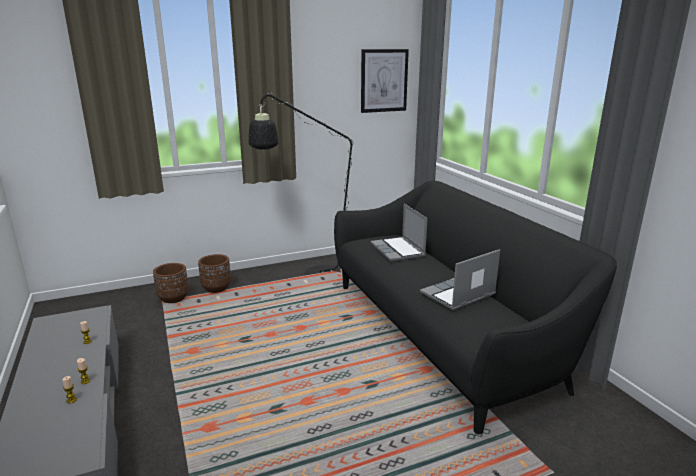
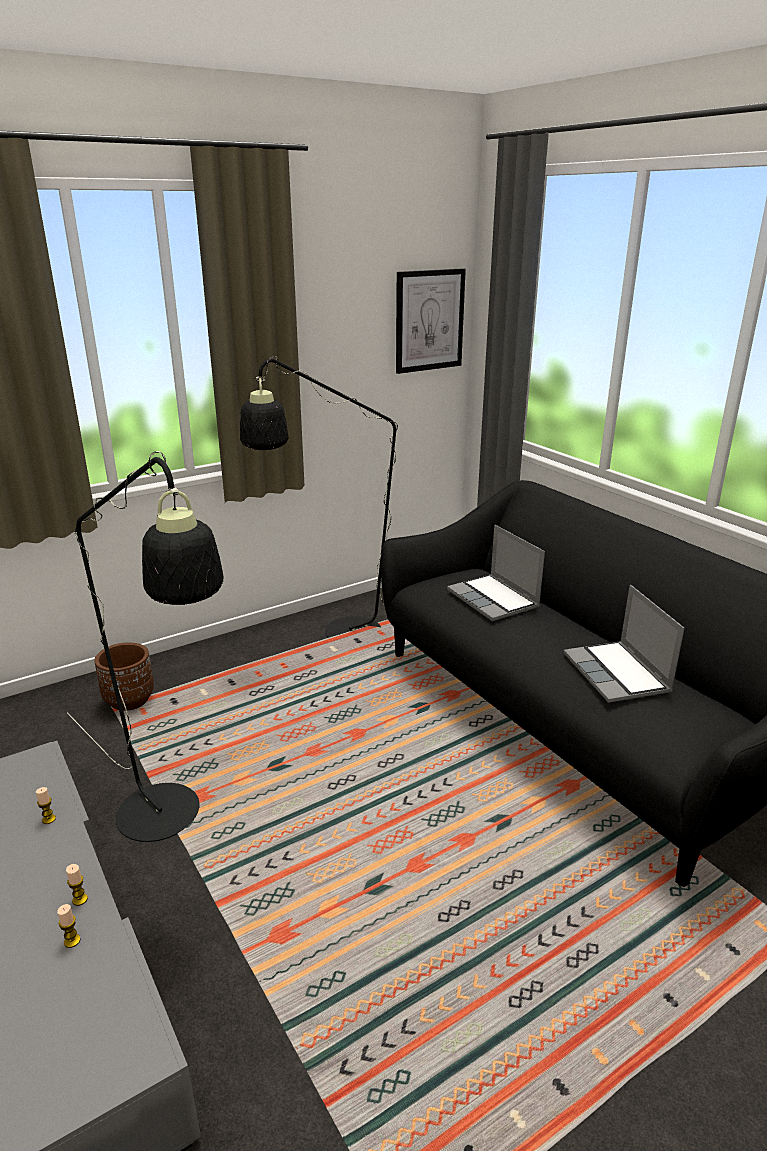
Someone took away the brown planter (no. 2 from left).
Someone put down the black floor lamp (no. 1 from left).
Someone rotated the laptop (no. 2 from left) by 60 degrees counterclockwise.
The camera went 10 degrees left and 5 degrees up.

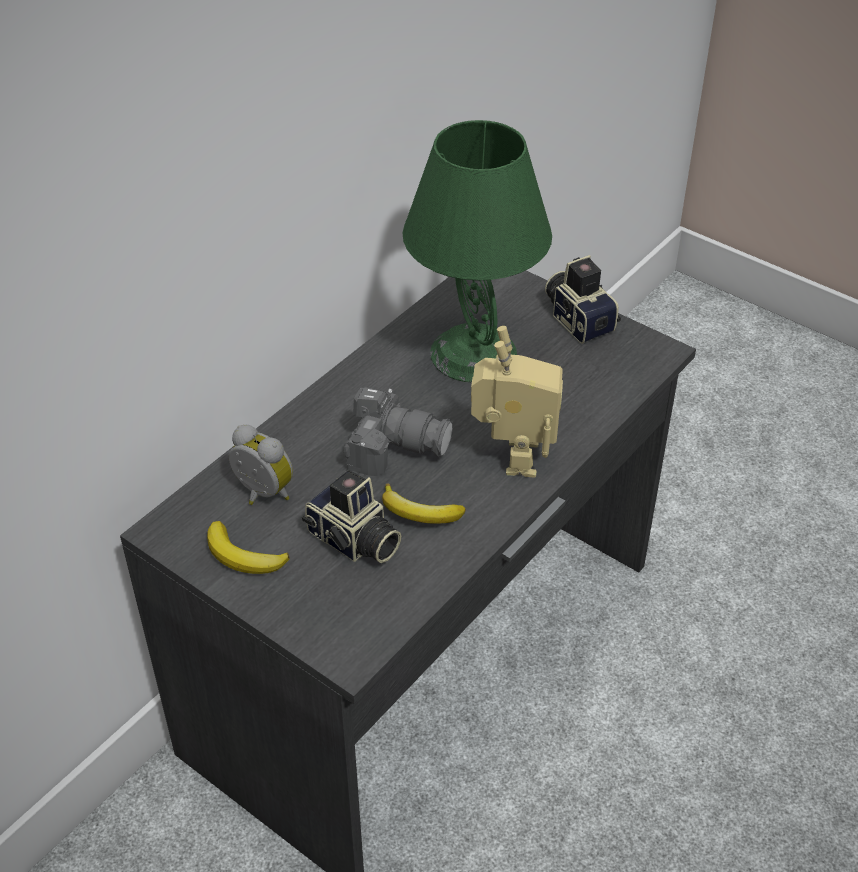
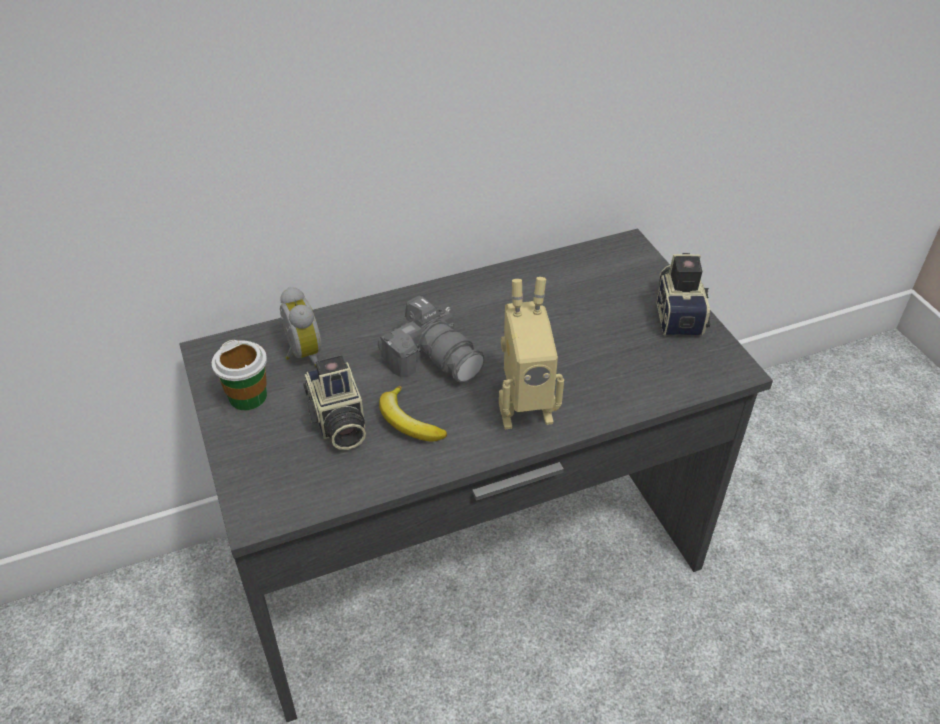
Someone took away the green table lamp.
Someone swapped the banana (no. 1 from left) for the cup.
Someone rotated the toy robot by 45 degrees clockwise.
The camera went 30 degrees right and 0 degrees up.

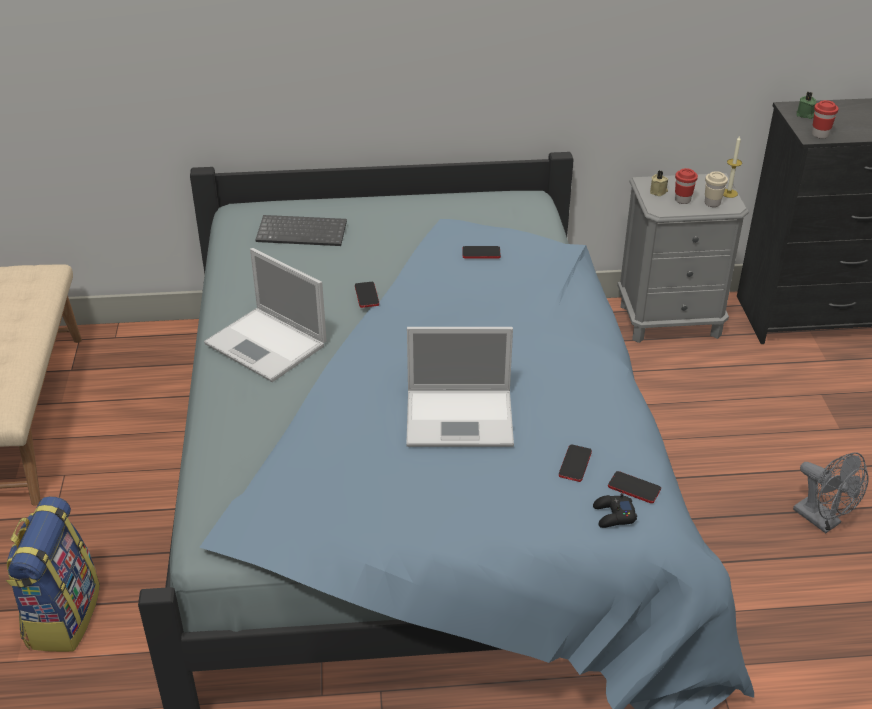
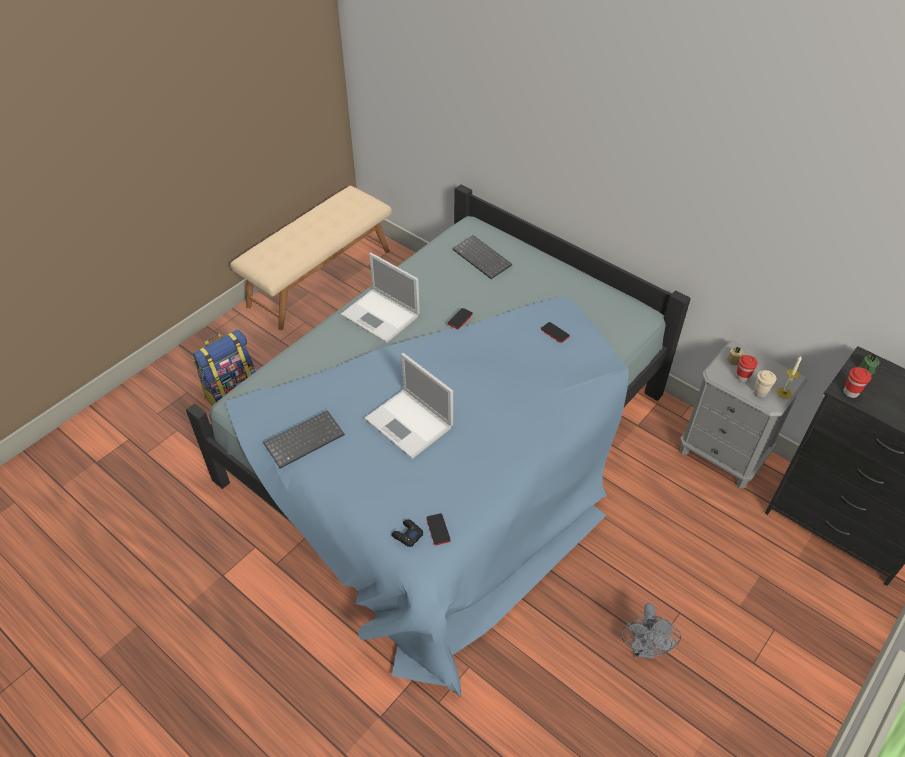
Someone took away the phone (no. 3 from left).
Someone put down the keyboard (no. 1 from left).
Someone rotated the laptop (no. 1 from left) by 45 degrees counterclockwise.
The camera went 45 degrees right and 10 degrees up.

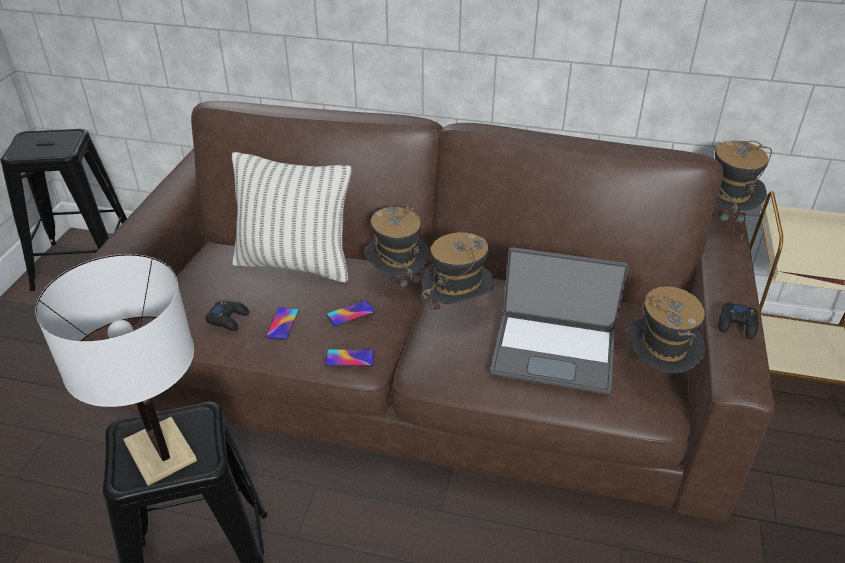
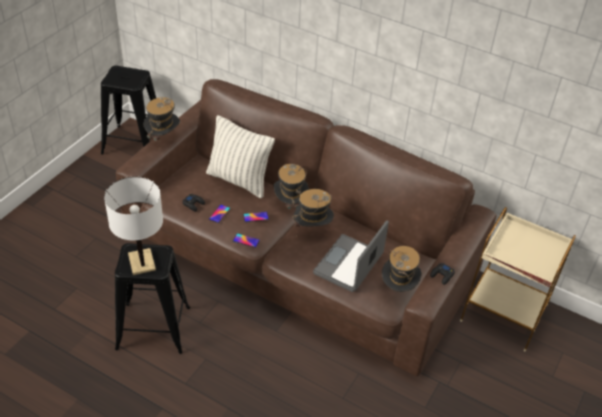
Someone carried the hat (no. 4 from left in the first image).
Someone rotated the laptop by 90 degrees clockwise.
The camera went 15 degrees right and 5 degrees up.

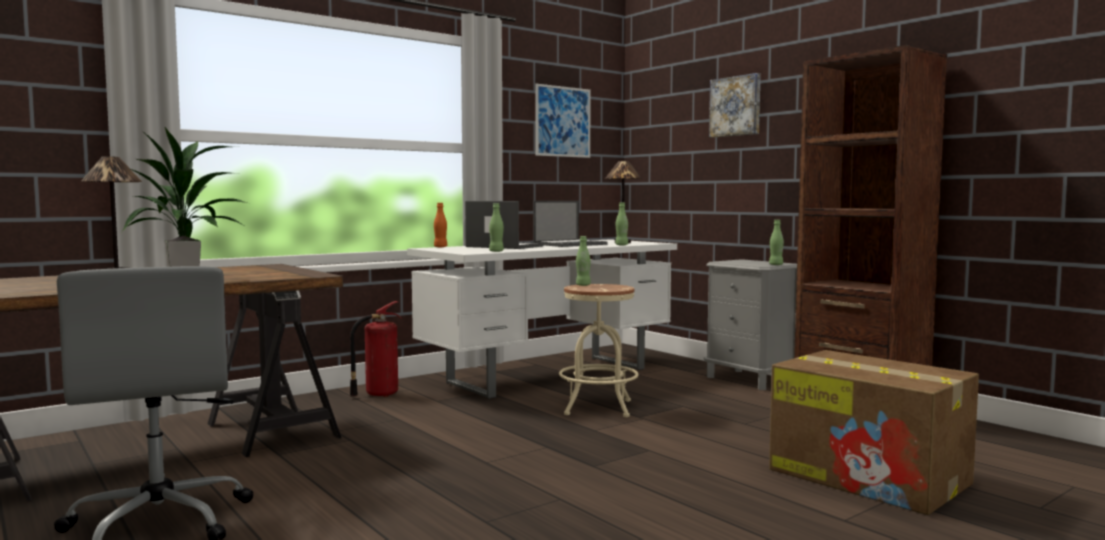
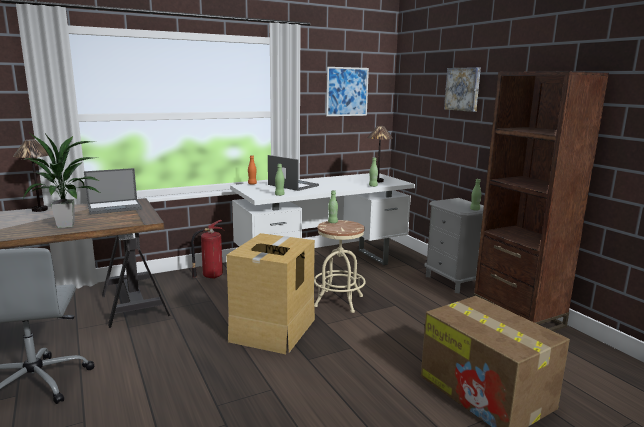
Someone put down the cardboard box (no. 1 from left).
Someone carried the laptop (no. 2 from left in the first image).
The camera went 10 degrees right and 10 degrees up.

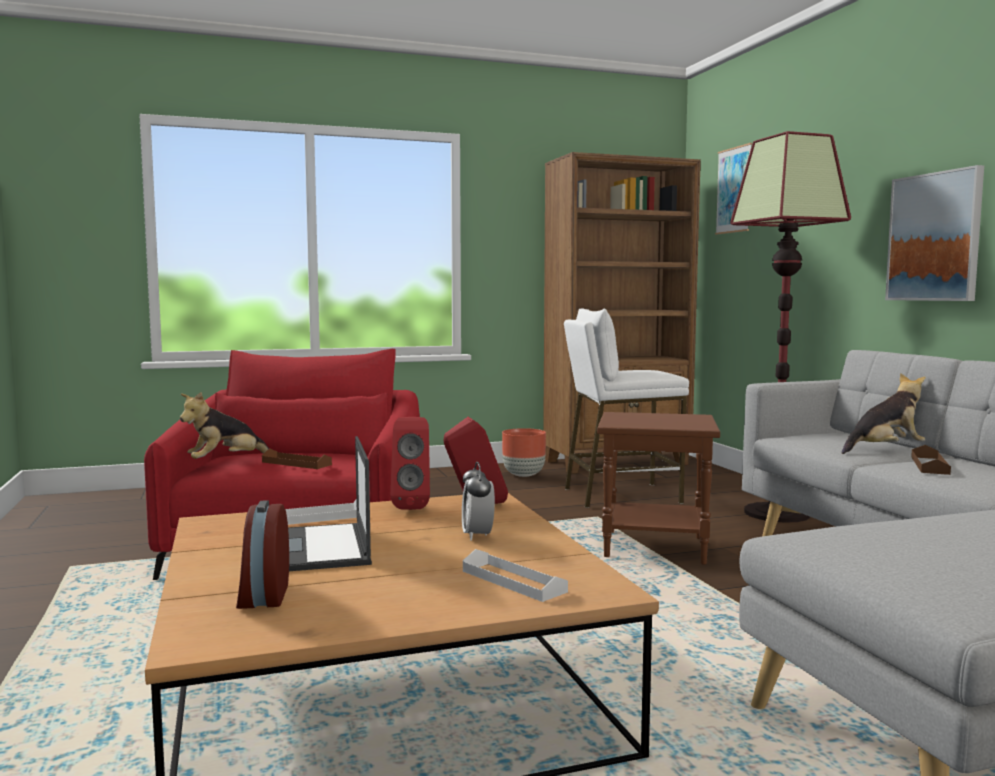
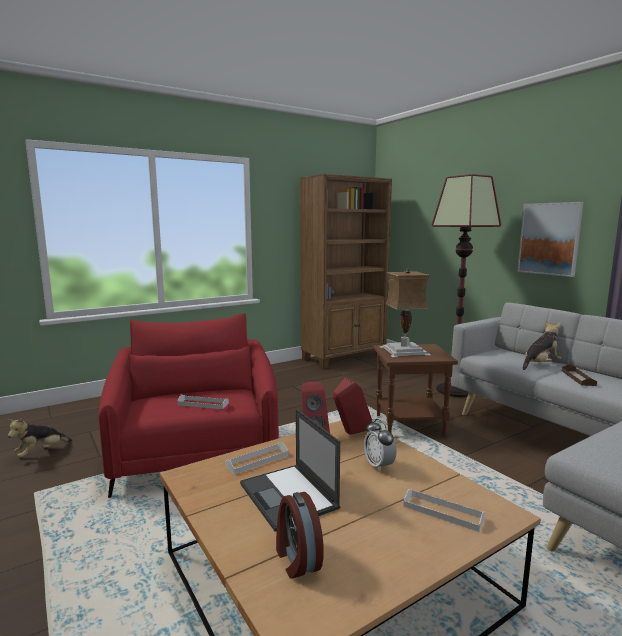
Someone took away the brown planter.
Someone took away the white stool.
Someone took away the picture (no. 1 from left).
Someone put down the table lamp.
Someone carried the plush toy (no. 1 from left).
Someone repainted the brown tray (no. 1 from left), which became the white tray (no. 1 from left).
The camera went 15 degrees left and 5 degrees up.

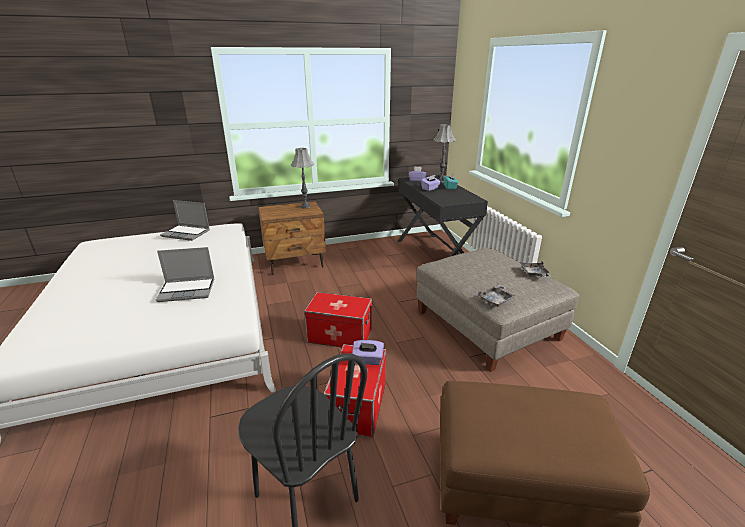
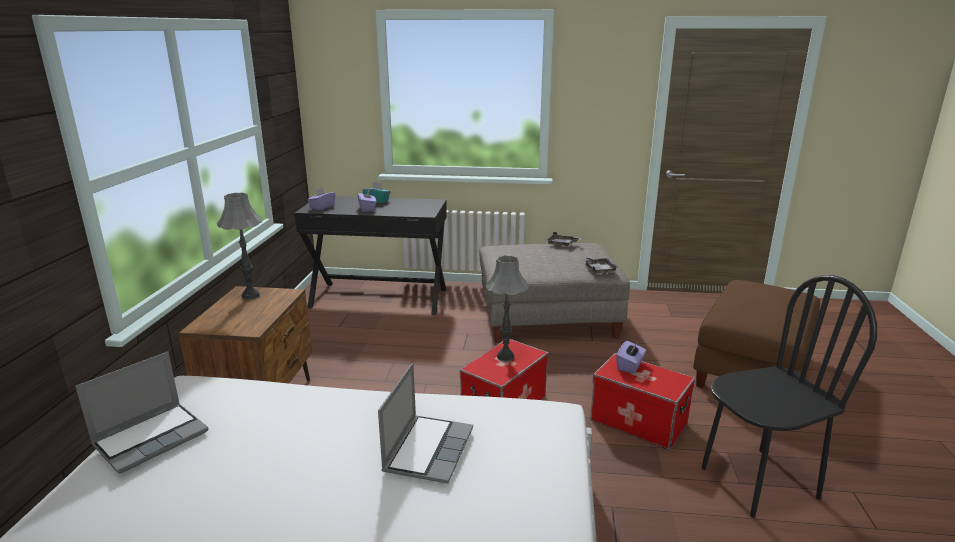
Someone carried the grey table lamp (no. 2 from left).
The camera went 65 degrees left and 5 degrees down.

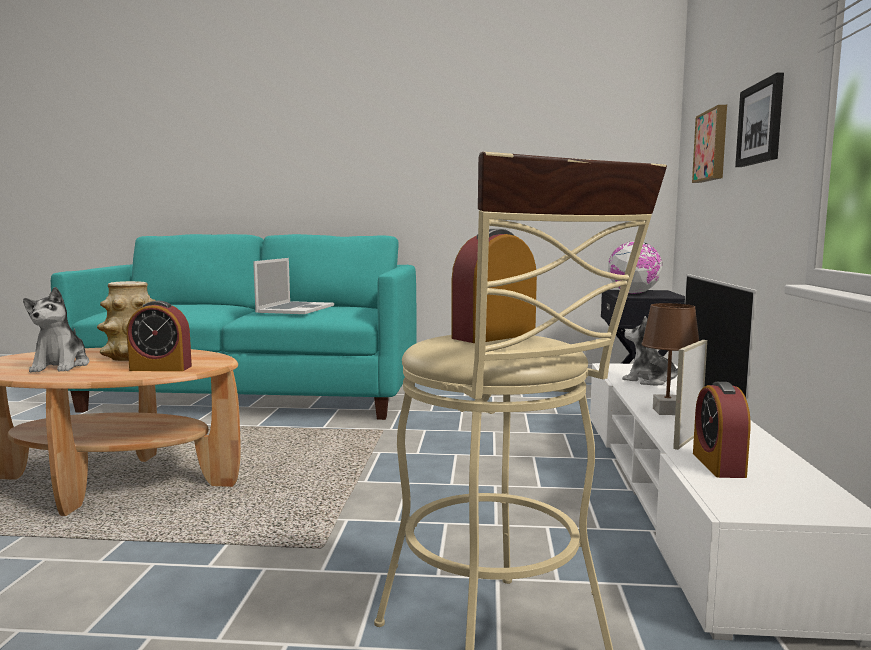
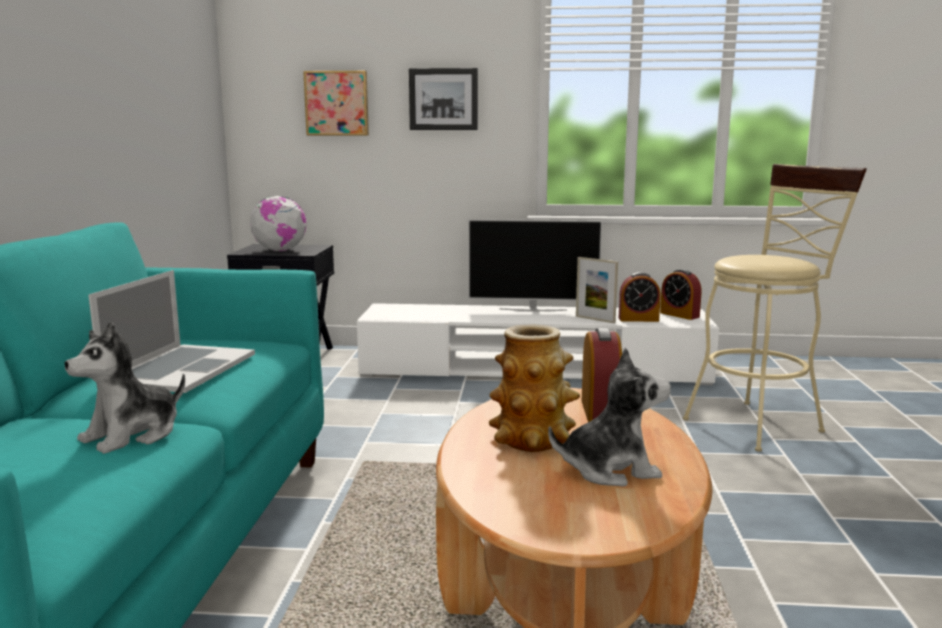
Someone took away the brown table lamp.
Someone carried the alarm clock (no. 2 from left in the first image).
Someone carried the plush toy (no. 2 from left in the first image).
Someone rotated the laptop by 90 degrees clockwise.
The camera went 90 degrees left and 5 degrees up.

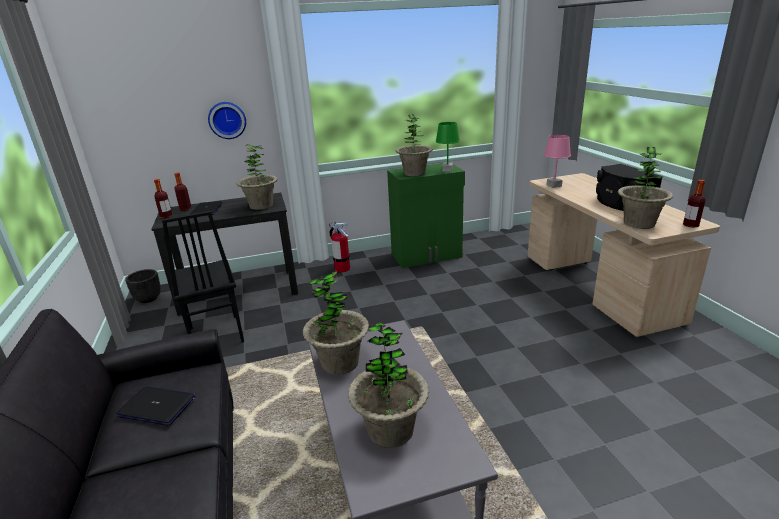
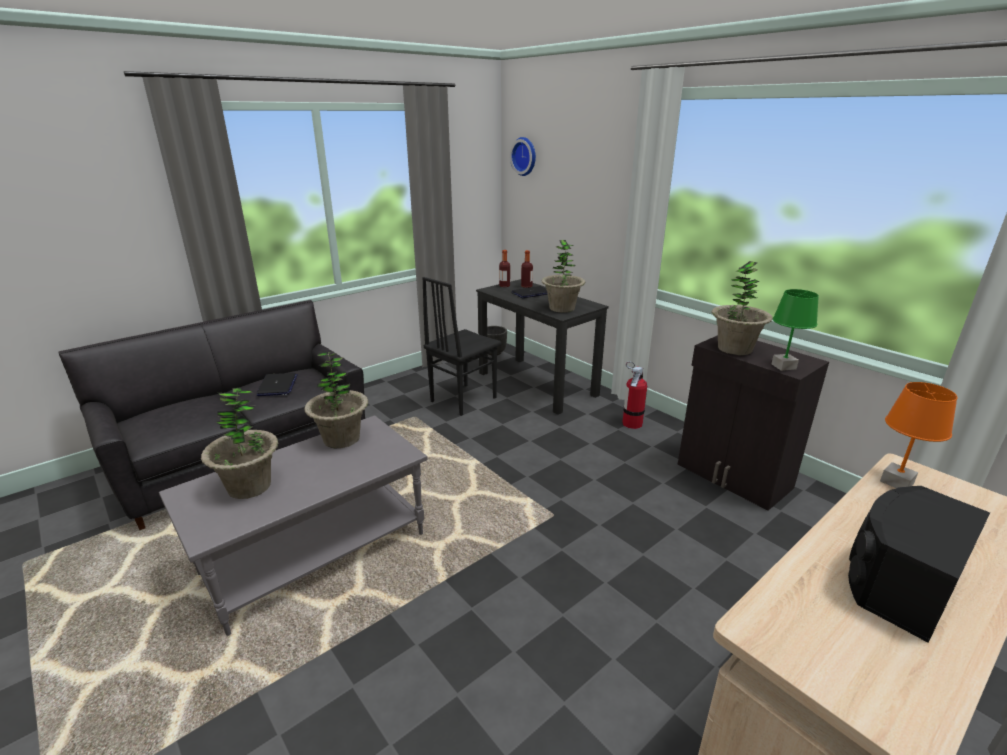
Someone took away the potted plant (no. 5 from left).
Someone took away the bottle (no. 3 from left).
Someone carried the wall clock.
Someone repainted the green cabinet, which became the black cabinet.
Someone repainted the pink table lamp, which became the orange table lamp.
The camera went 65 degrees right and 0 degrees up.

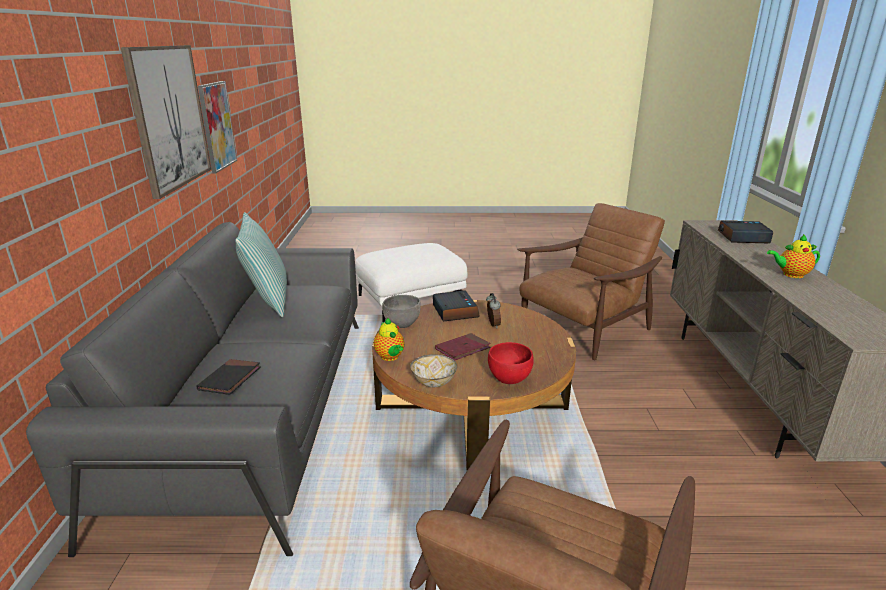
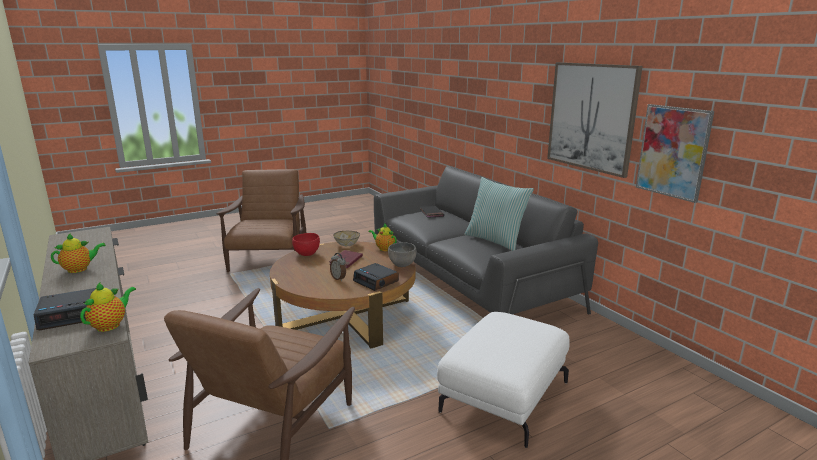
Someone put down the teapot (no. 2 from left).
The camera went 150 degrees right and 5 degrees down.

